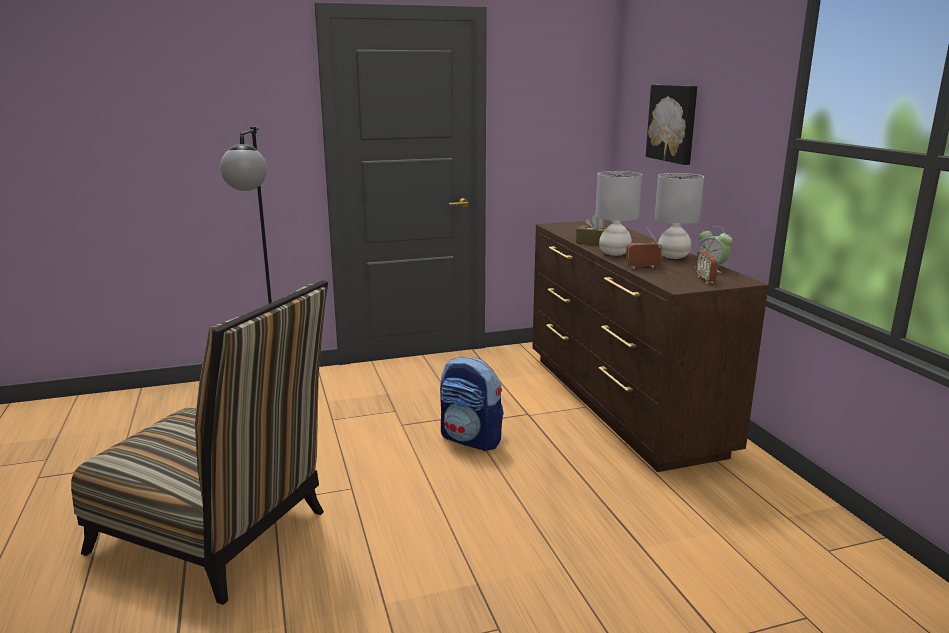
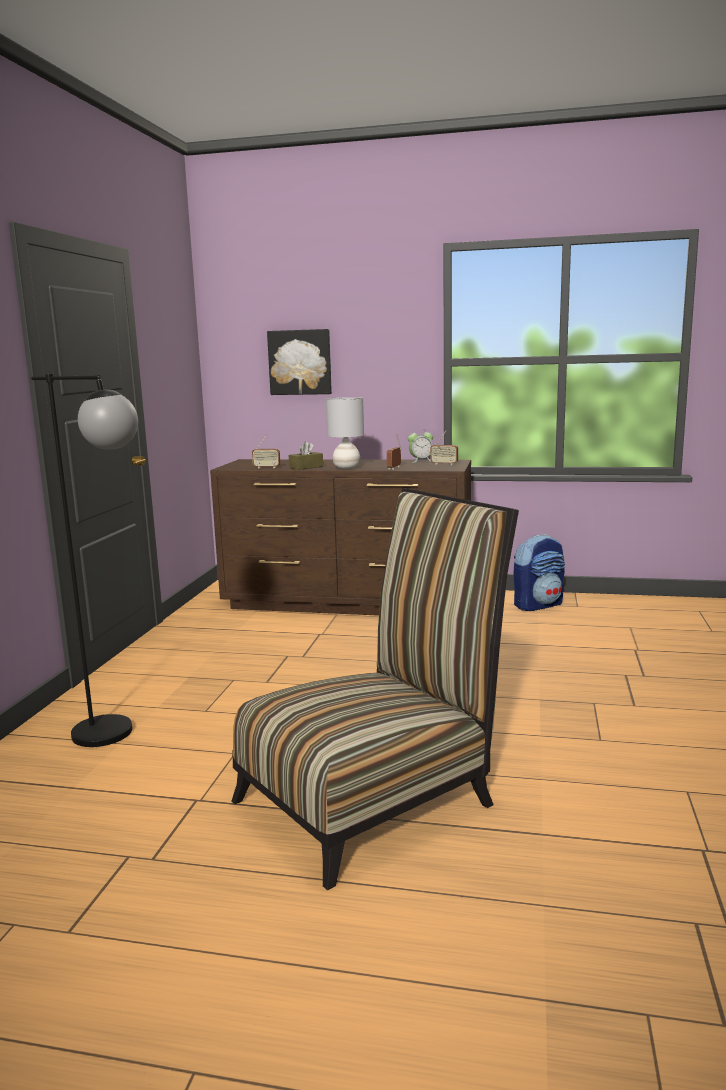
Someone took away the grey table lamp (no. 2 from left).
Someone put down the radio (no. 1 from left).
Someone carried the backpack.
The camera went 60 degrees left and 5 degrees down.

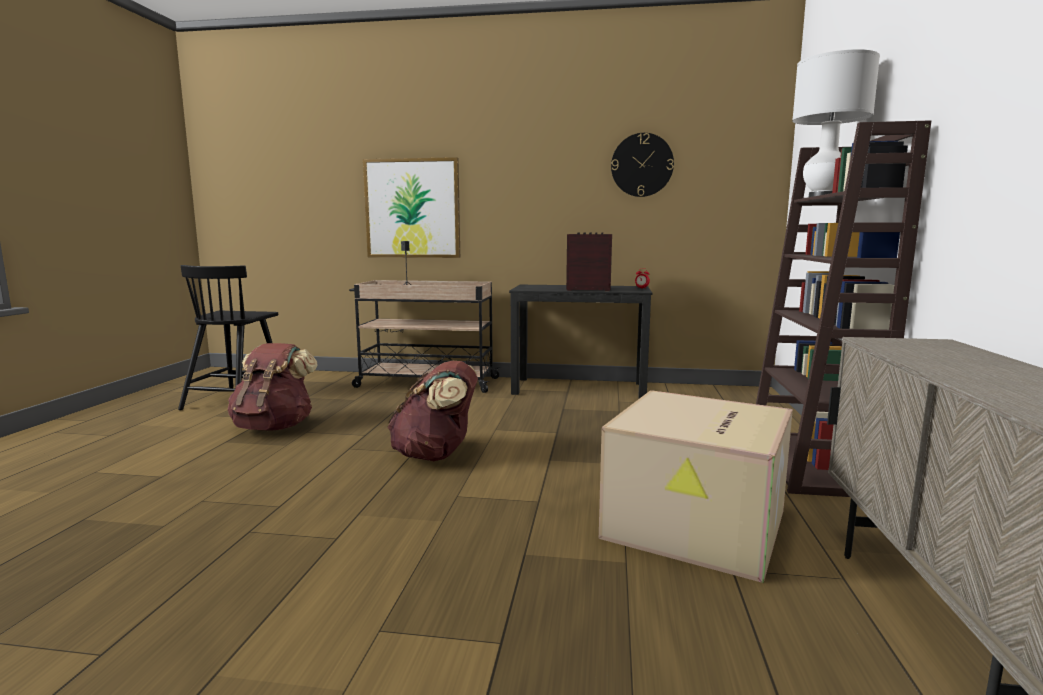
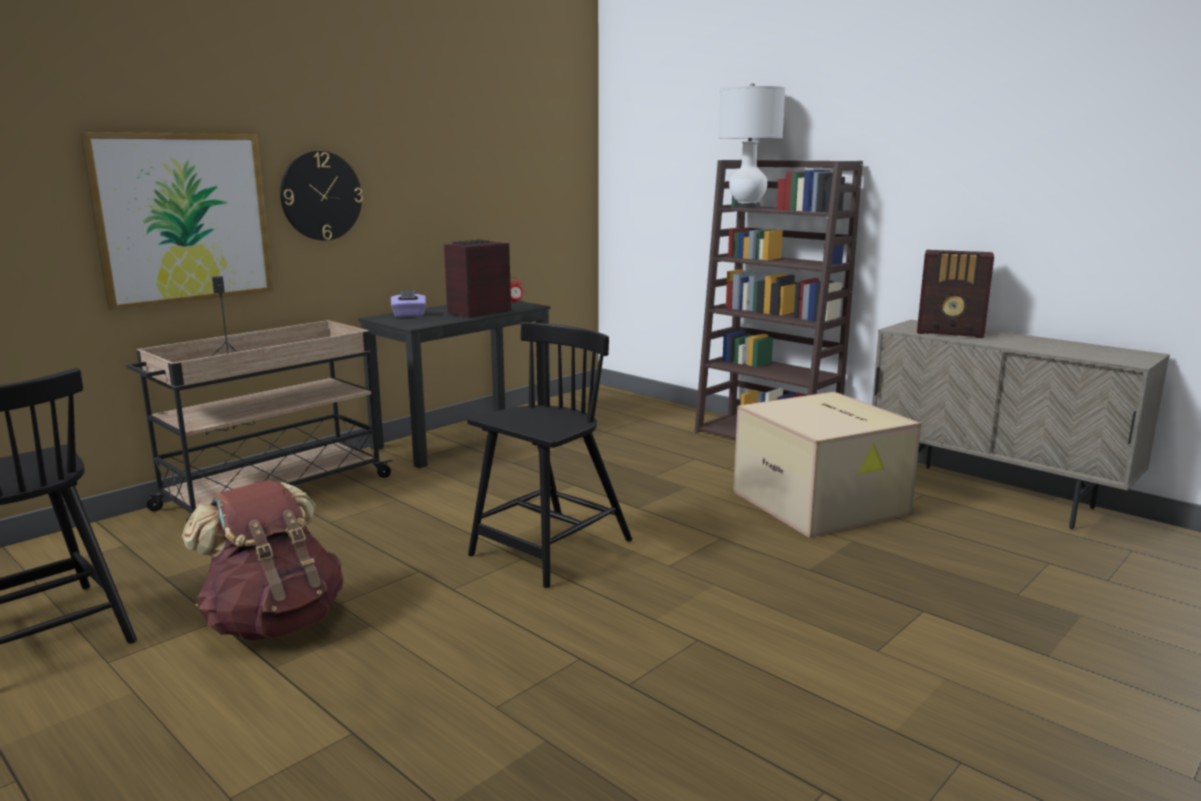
Someone put down the purple tissue box.
Someone put down the radio (no. 2 from left).
Someone carried the wall clock.
Someone swapped the brown backpack (no. 2 from left) for the black chair (no. 2 from left).
The camera went 55 degrees left and 5 degrees up.

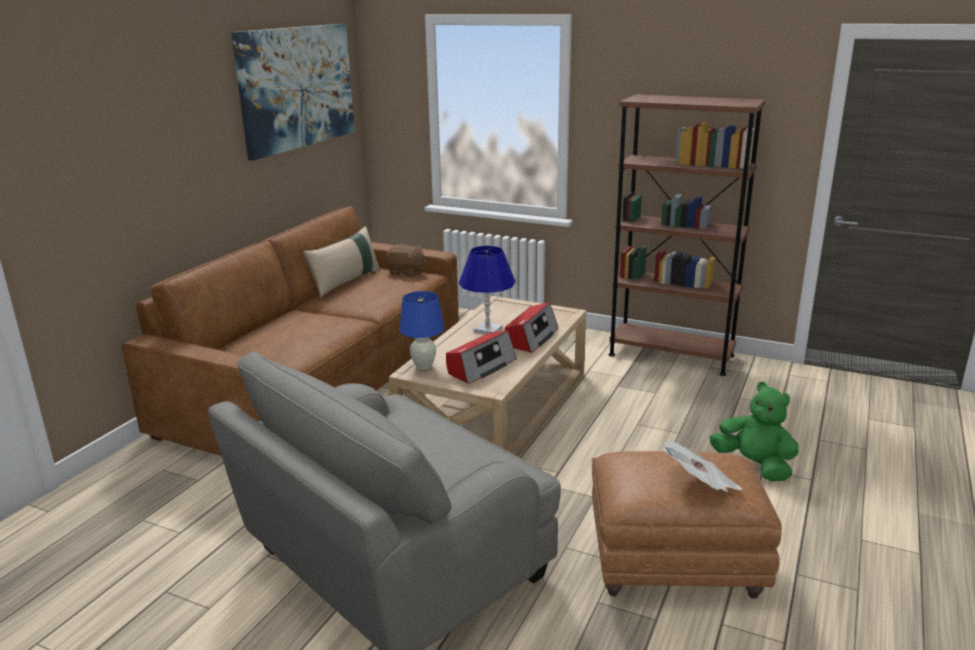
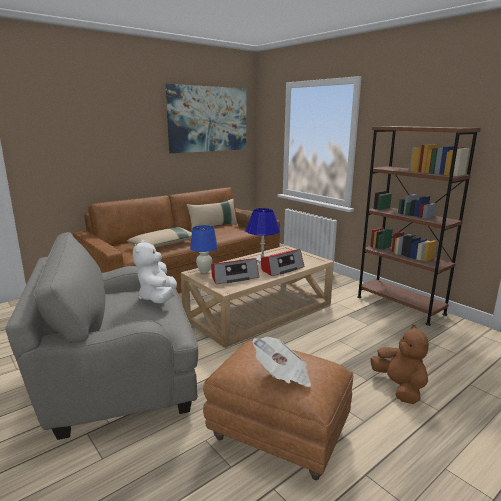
Someone put down the beige pillow (no. 1 from left).
Someone put down the white plush toy.
Someone repainted the green plush toy, which became the brown plush toy (no. 2 from left).
The camera went 25 degrees right and 5 degrees down.

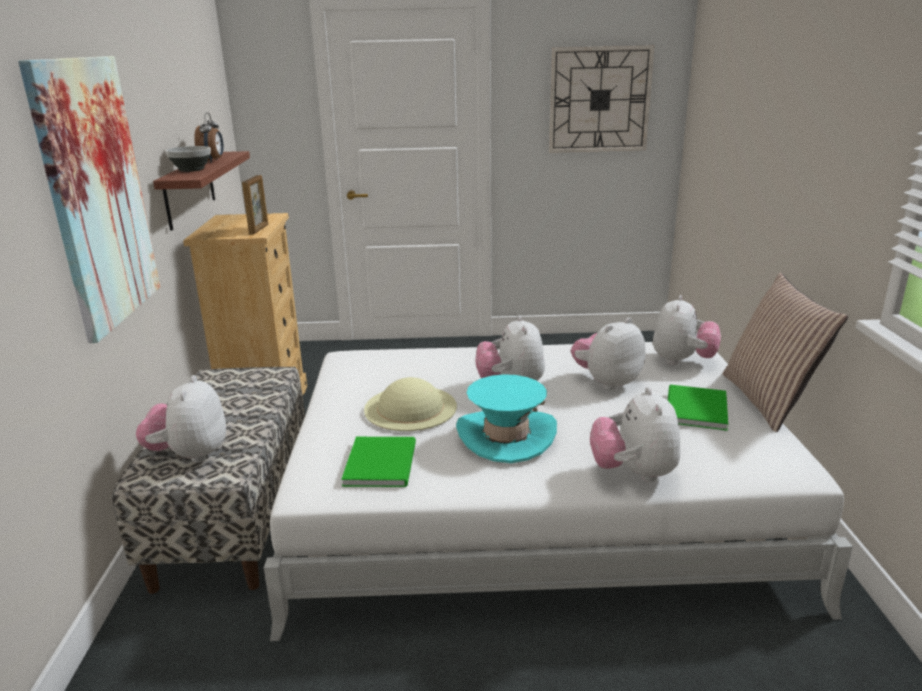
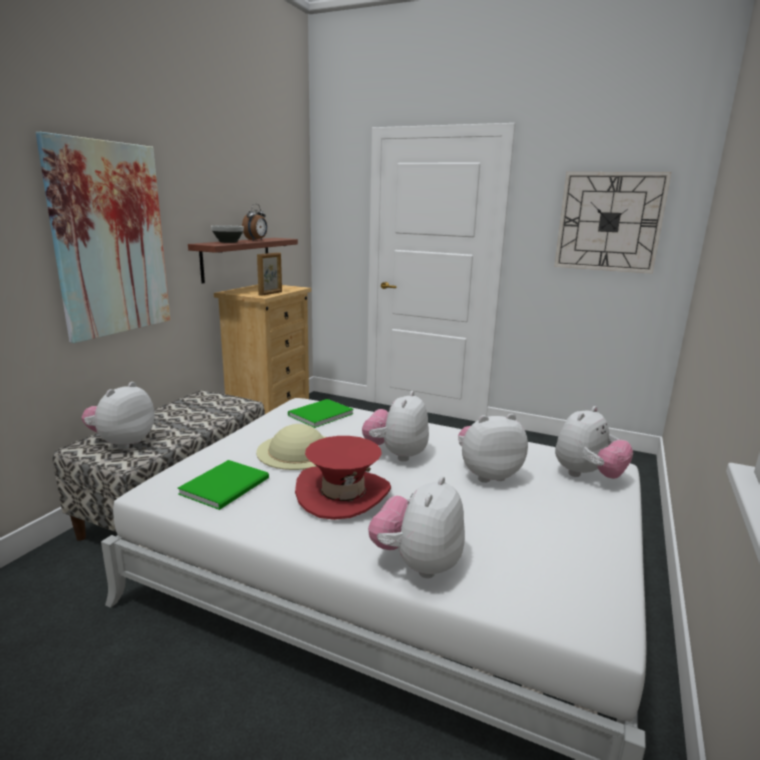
Someone took away the pillow.
Someone carried the green book (no. 2 from left).
Someone repainted the turquoise hat, which became the red hat.
The camera went 25 degrees right and 5 degrees down.

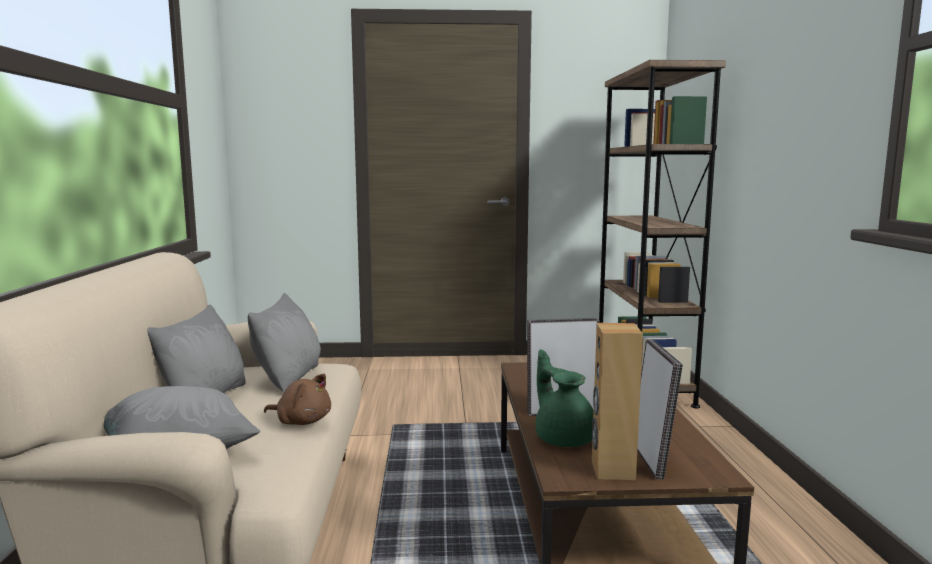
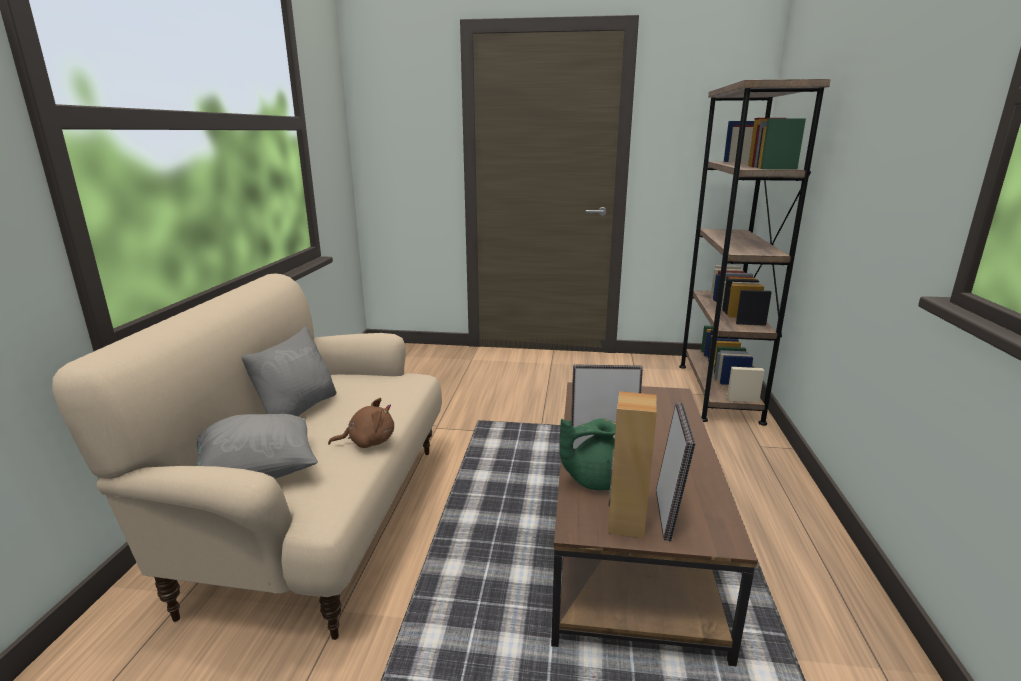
Someone took away the grey pillow (no. 3 from left).
Someone rotated the brown plush toy by 45 degrees counterclockwise.
Someone rotated the green teapot by 90 degrees counterclockwise.
The camera went 10 degrees right and 10 degrees up.

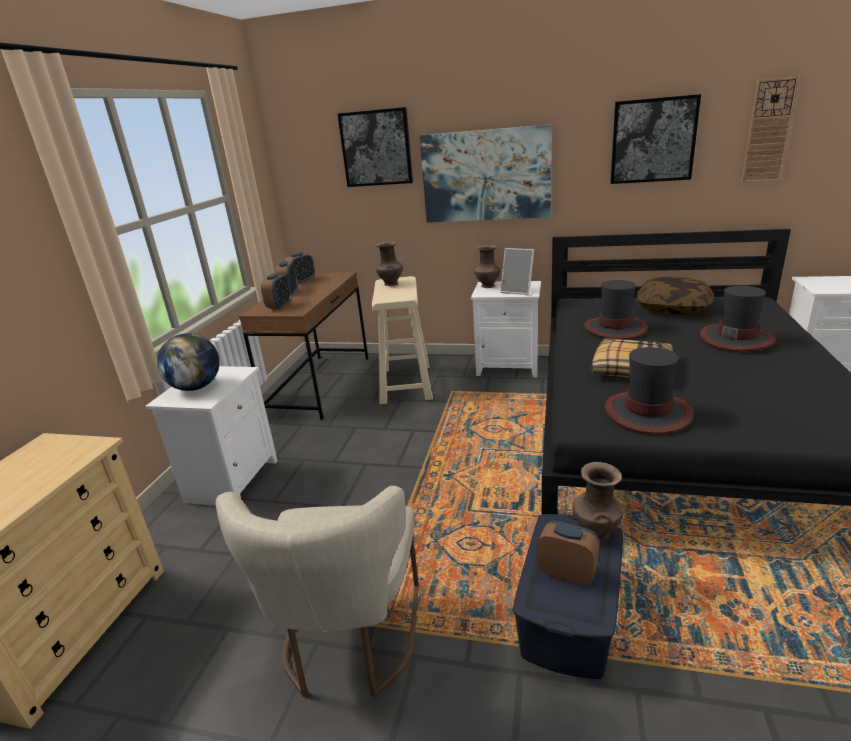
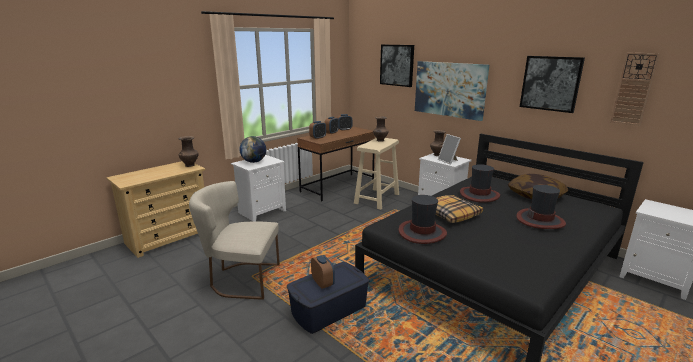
Someone carried the brown vase (no. 3 from left in the first image).
Someone rotated the beige chair by 60 degrees clockwise.
The camera went 30 degrees right and 5 degrees down.

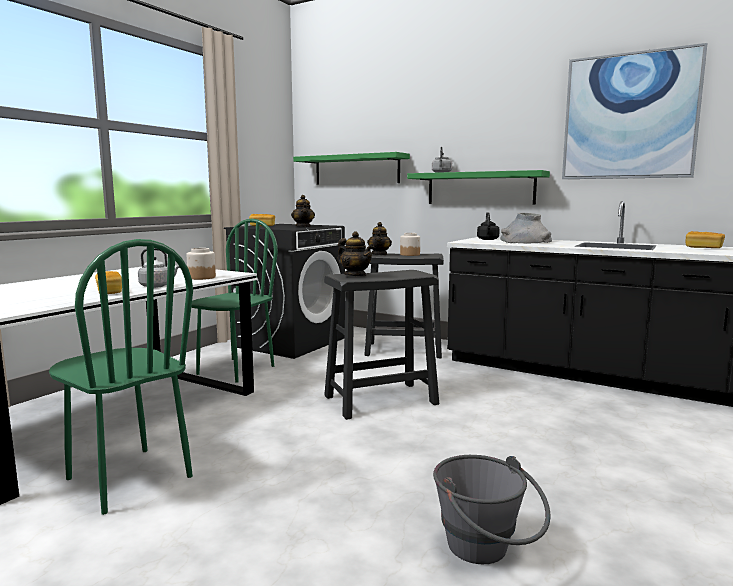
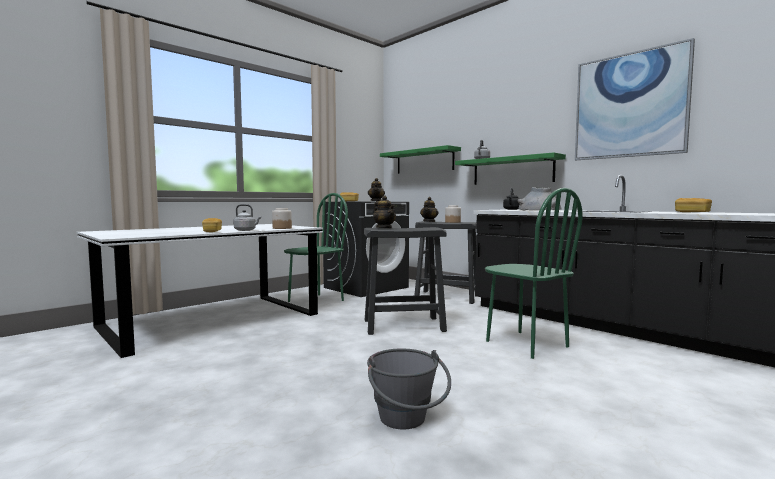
Someone carried the green chair (no. 1 from left in the first image).
The camera went 15 degrees right and 5 degrees down.

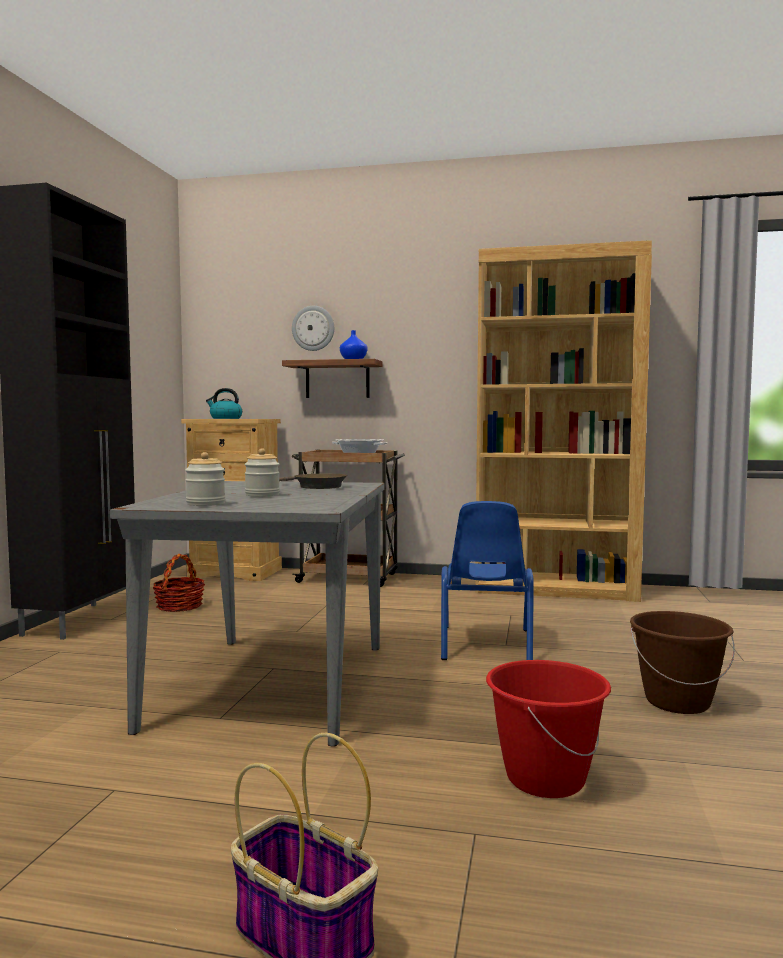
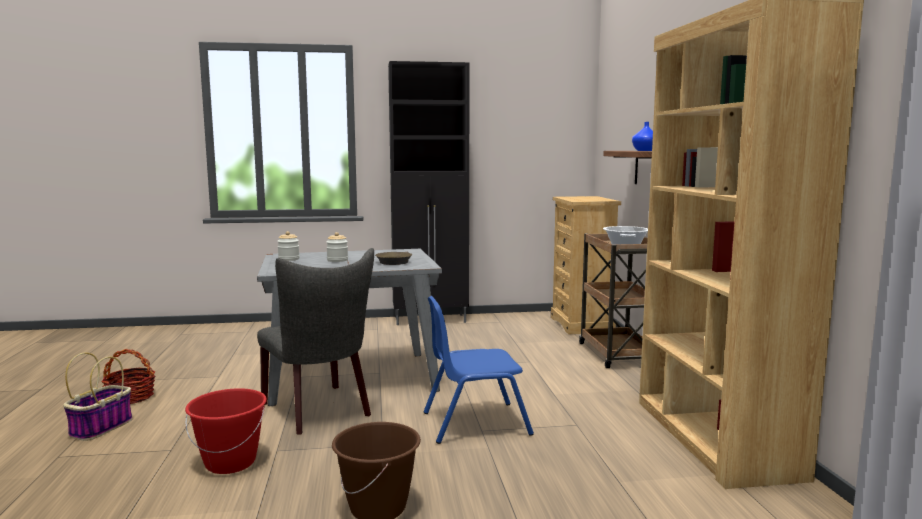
Someone took away the kettle.
Someone took away the wall clock.
Someone put down the grey chair.
Someone carried the basket (no. 1 from left in the first image).
The camera went 70 degrees right and 5 degrees up.

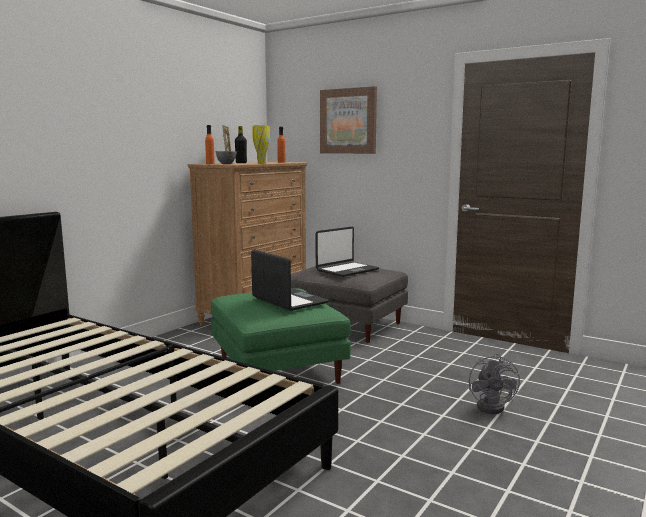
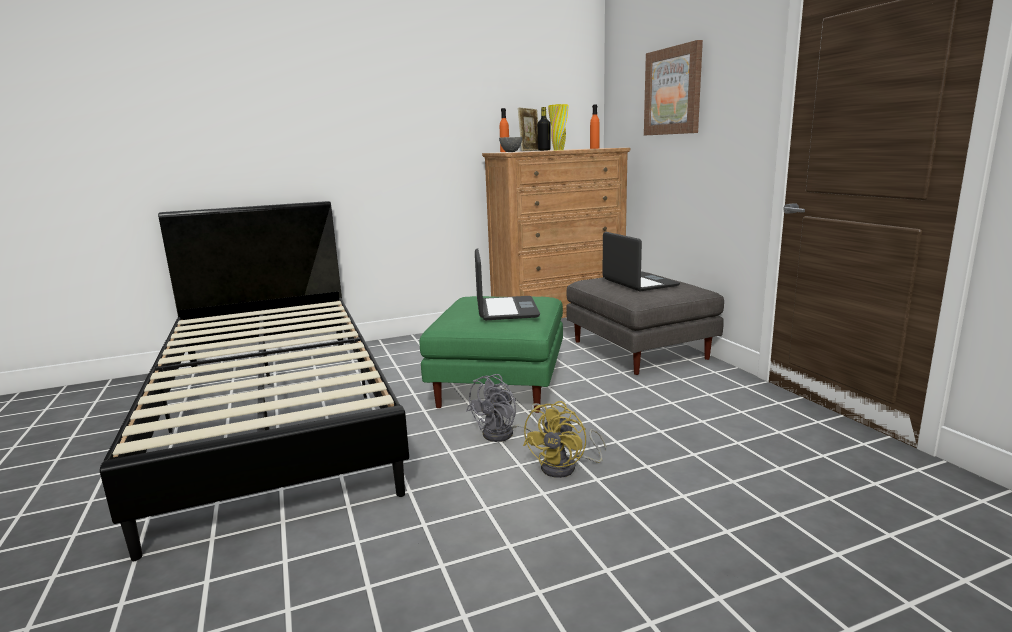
Someone put down the yellow fan.
Someone carried the grey fan.
Someone rotated the laptop (no. 2 from left) by 105 degrees counterclockwise.
The camera went 35 degrees right and 5 degrees up.

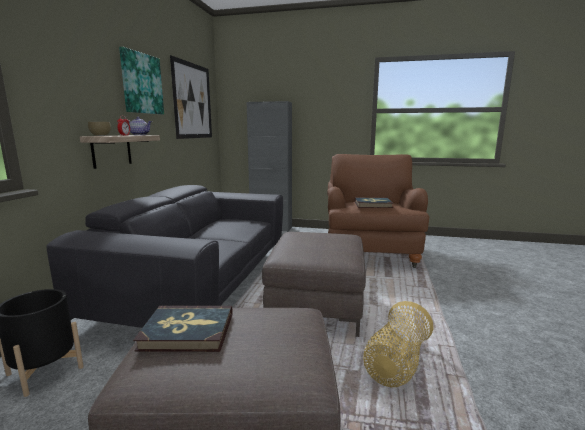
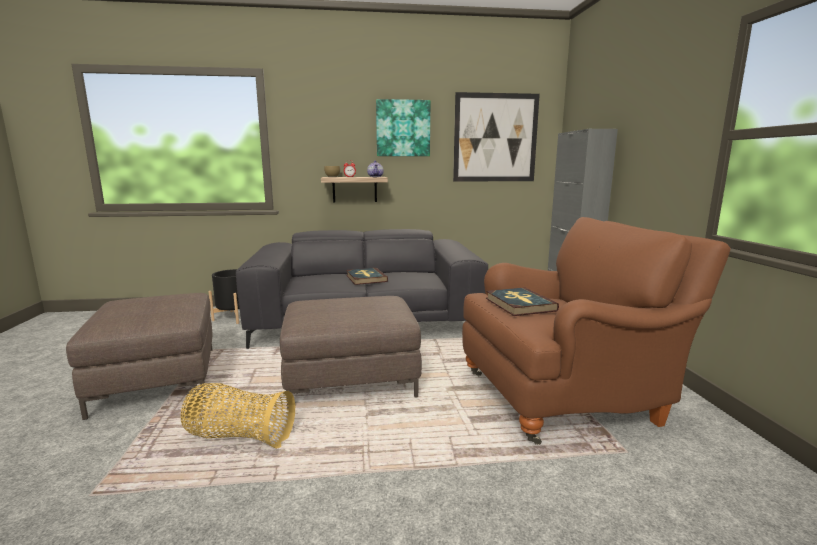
Someone carried the book (no. 1 from left).
The camera went 70 degrees right and 0 degrees up.

